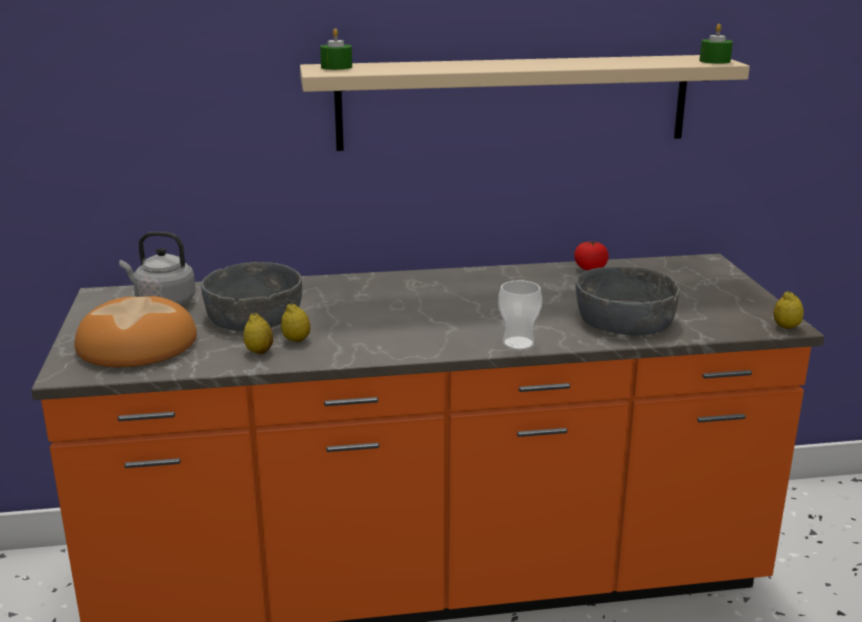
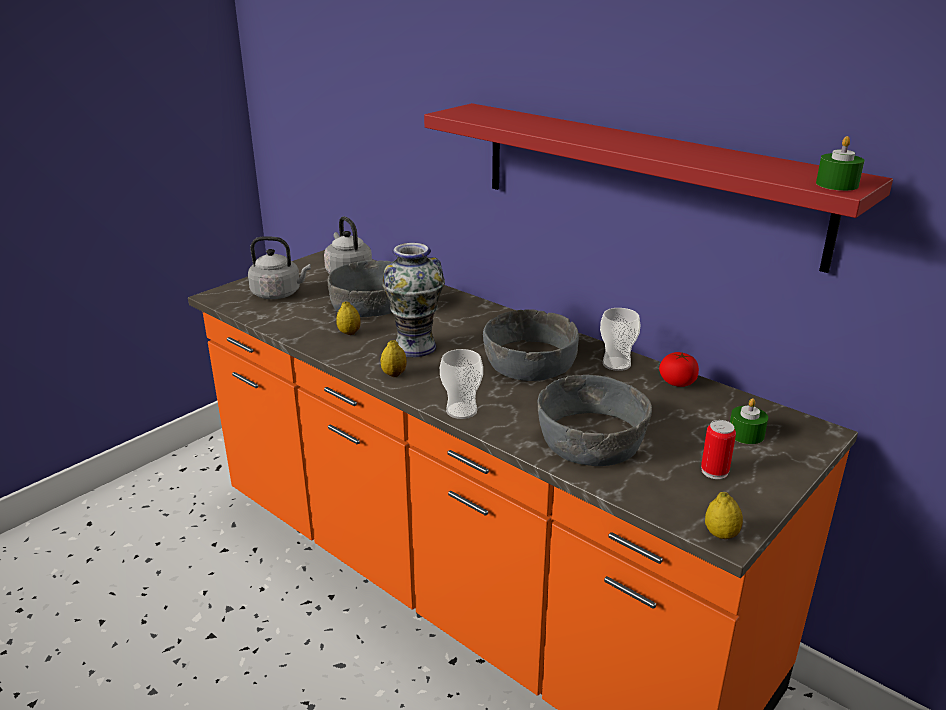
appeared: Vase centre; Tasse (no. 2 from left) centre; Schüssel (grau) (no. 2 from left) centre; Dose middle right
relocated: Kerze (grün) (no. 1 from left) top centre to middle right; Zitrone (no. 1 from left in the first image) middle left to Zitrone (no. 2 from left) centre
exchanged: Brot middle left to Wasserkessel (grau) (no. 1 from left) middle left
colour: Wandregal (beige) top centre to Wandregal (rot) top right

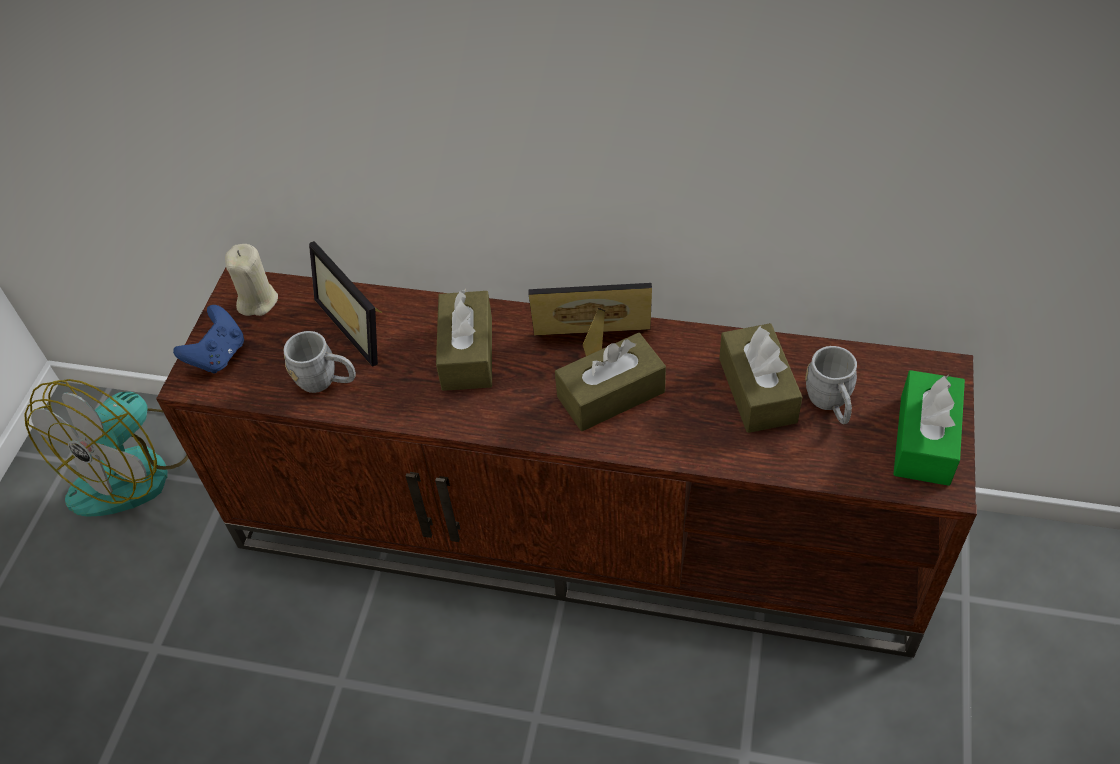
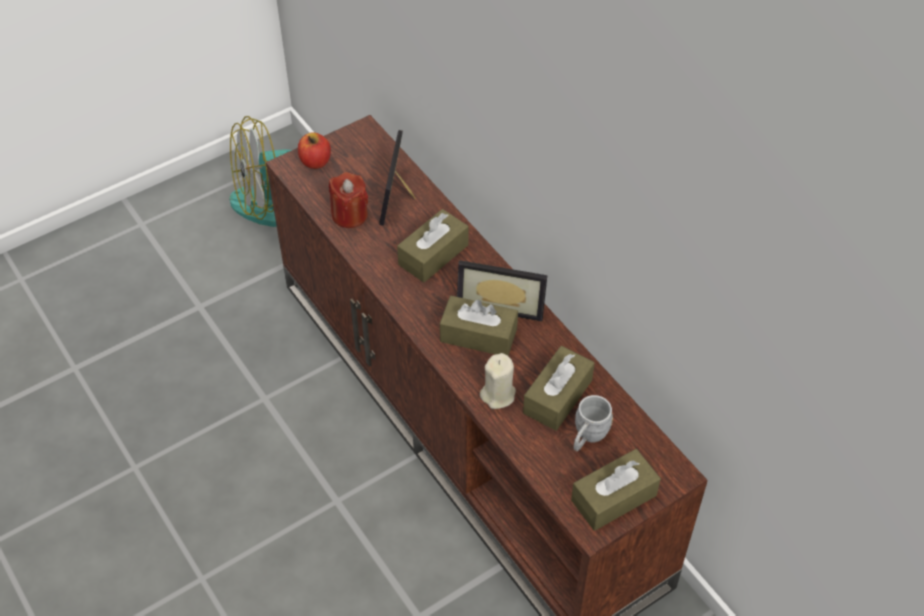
relocated: Kerze (beige) middle left to centre
exchanged: Gamepad (blau) middle left to Apfel top centre; Henkelbecher (grau) (no. 1 from left) middle left to Kerze (rot) top centre
colour: Taschentuchbox (grün) middle right to Taschentuchbox (braun) (no. 4 from left) bottom right
spun: Bilderrahmen (no. 2 from left) centre = centre 150 degrees clockwise

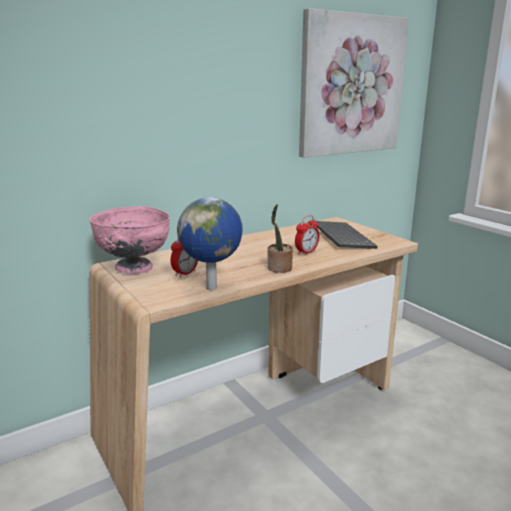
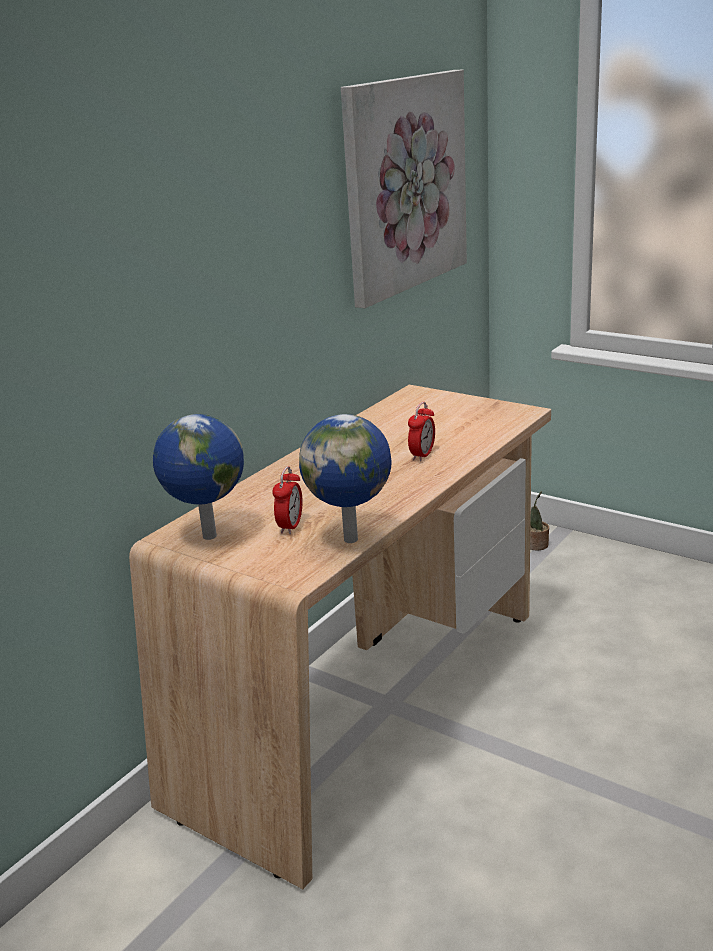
missing: Tastatur middle right
relocated: Topfpflanze centre to middle right
exchanged: Schüssel (rosa) middle left to Globus (no. 1 from left) middle left

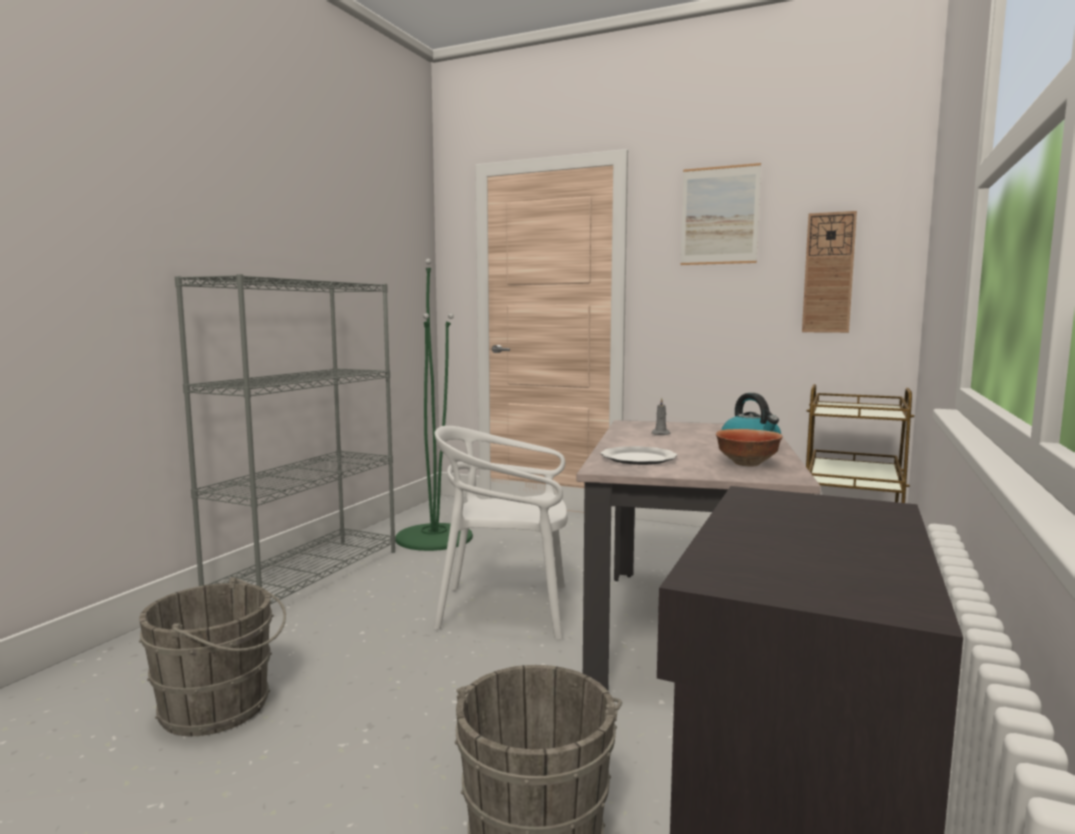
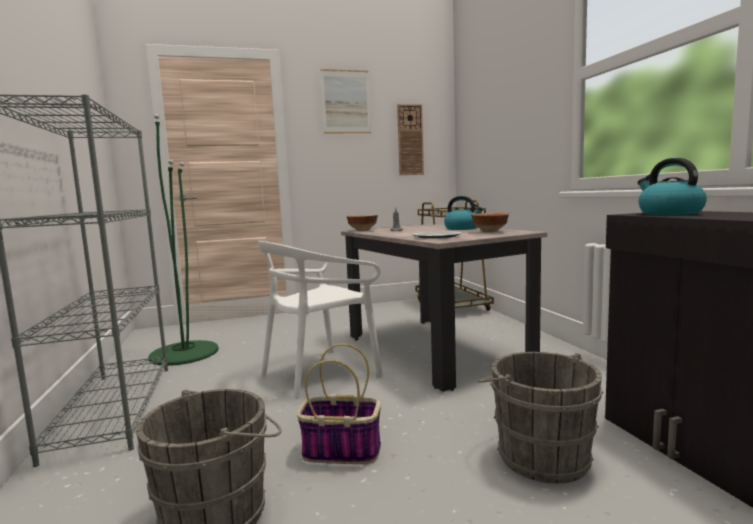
appeared: Wasserkessel (no. 2 from left) middle right; Schüssel (no. 1 from left) centre; Korb bottom centre

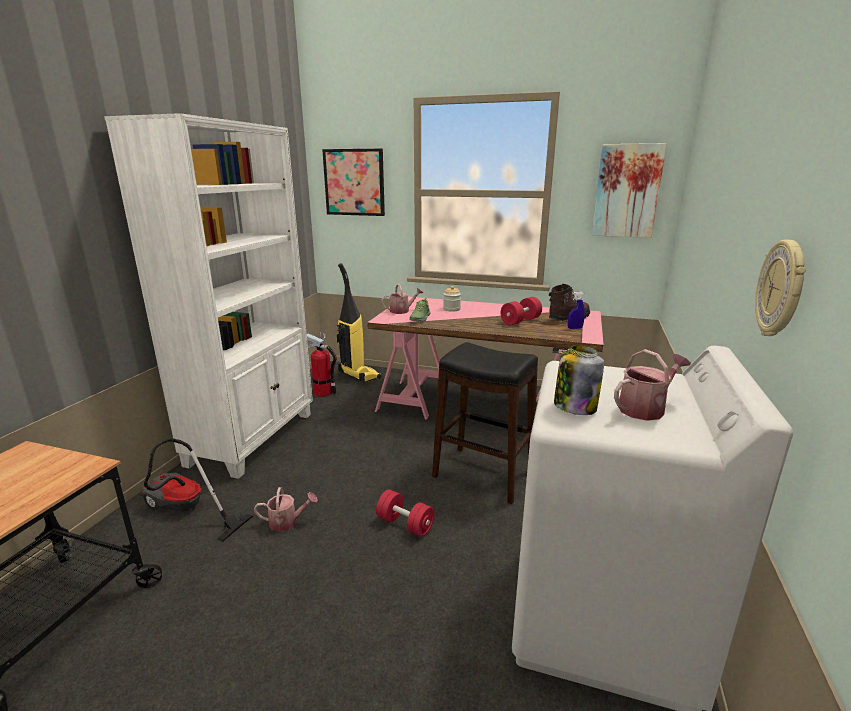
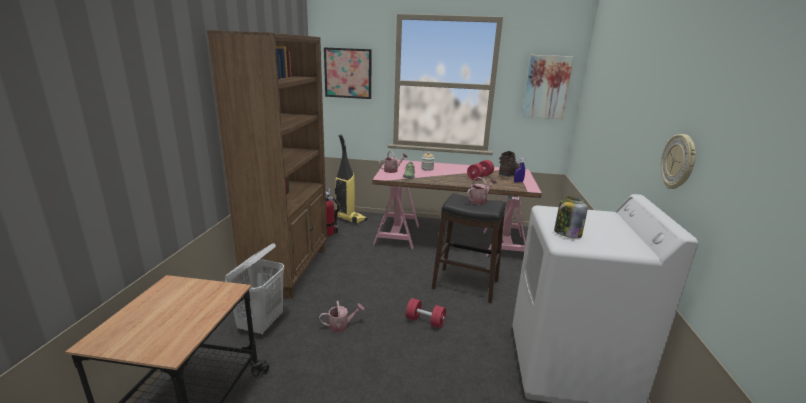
relocated: Gießkanne (no. 3 from left) middle right to centre
exchanged: Staubsauger (no. 1 from left) bottom left to Wäschekorb (weiß) bottom left
colour: Bücherregal (weiß) middle left to Bücherregal (braun) middle left

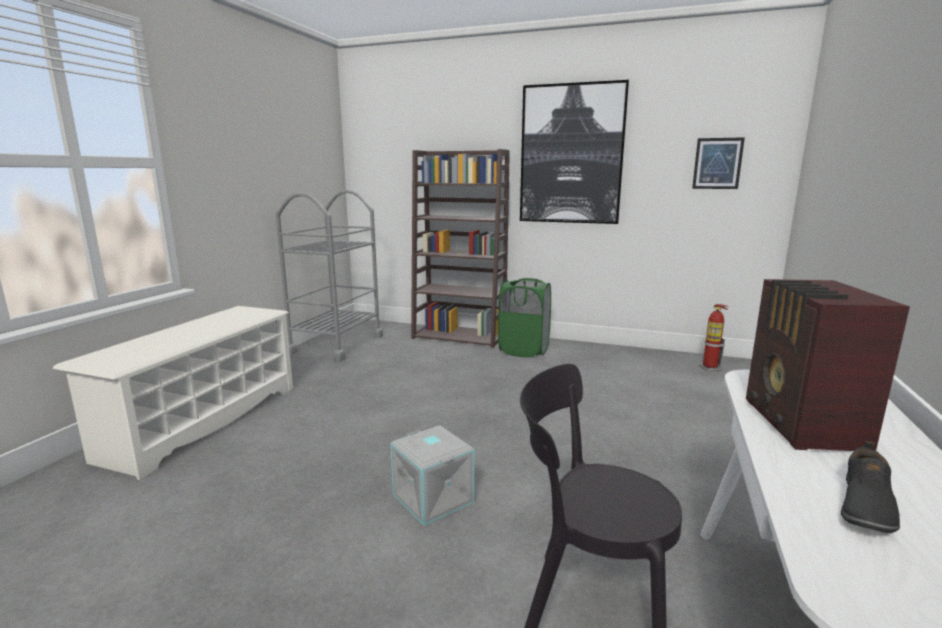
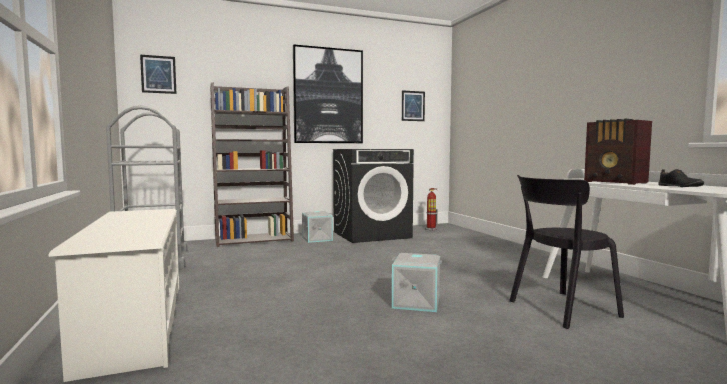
appeared: Bild (no. 1 from left) top left; Waschmaschine (schwarz) centre
exchanged: Wäschekorb (grün) centre to Aufbewahrungsbox (grau) (no. 1 from left) centre

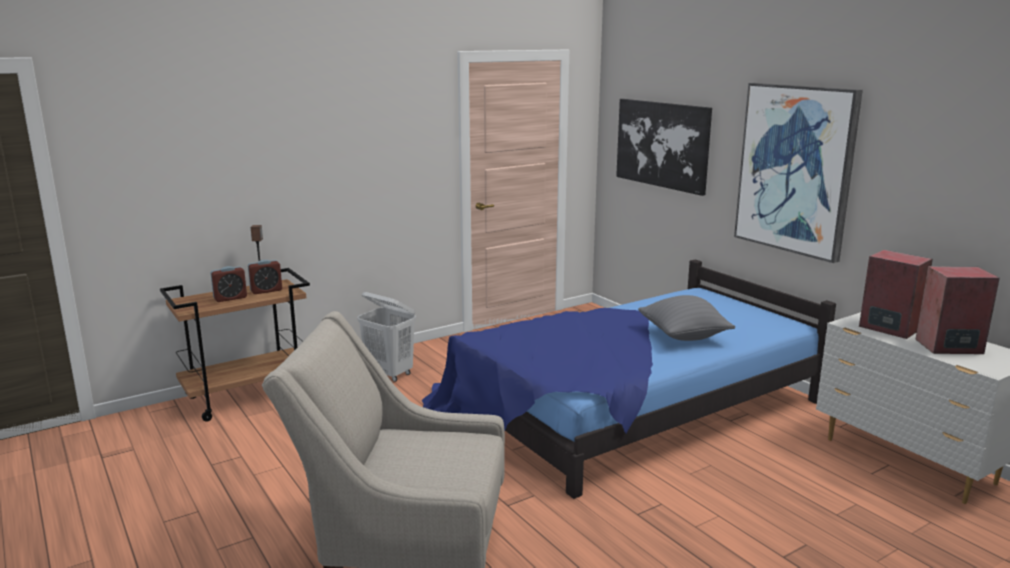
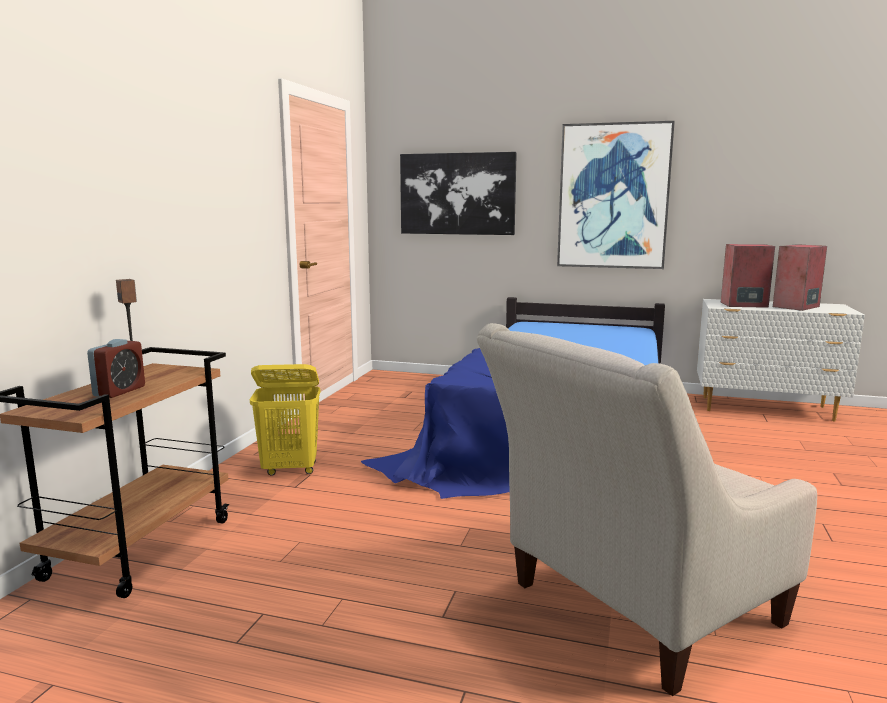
missing: Wecker (no. 2 from left) middle left; Kissen (grau) middle right
colour: Wäschekorb (weiß) centre to Wäschekorb (gelb) middle left

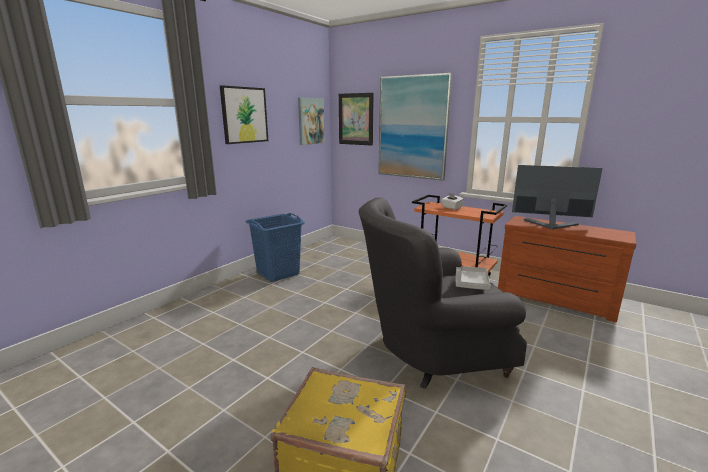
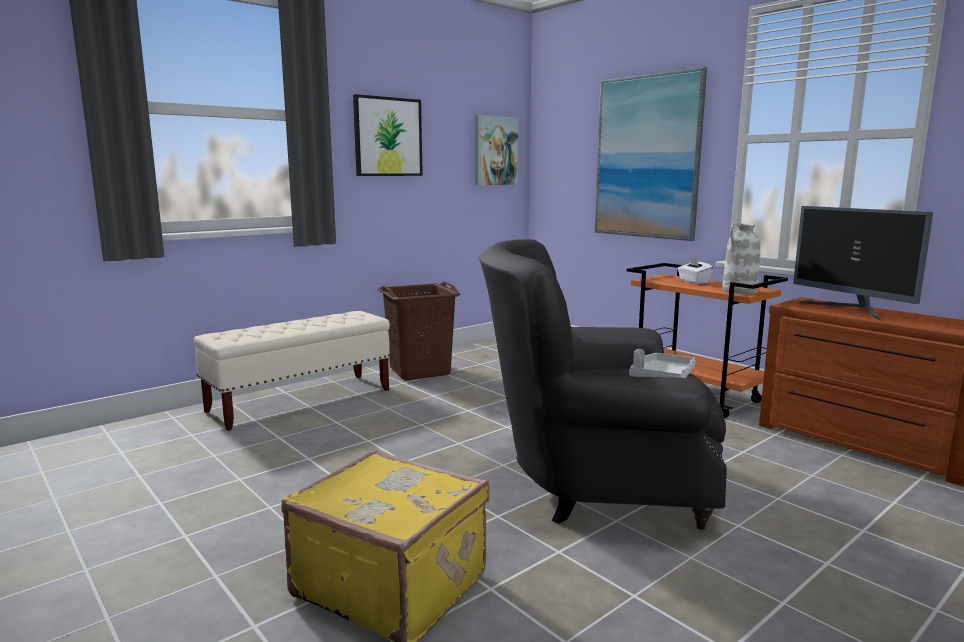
missing: Bild (no. 3 from left) top centre
appeared: Vase (weiß) middle right; Bank (beige) middle left
colour: Wäschekorb (blau) centre to Wäschekorb (braun) centre
spun: Monitor middle right = middle right 150 degrees counterclockwise

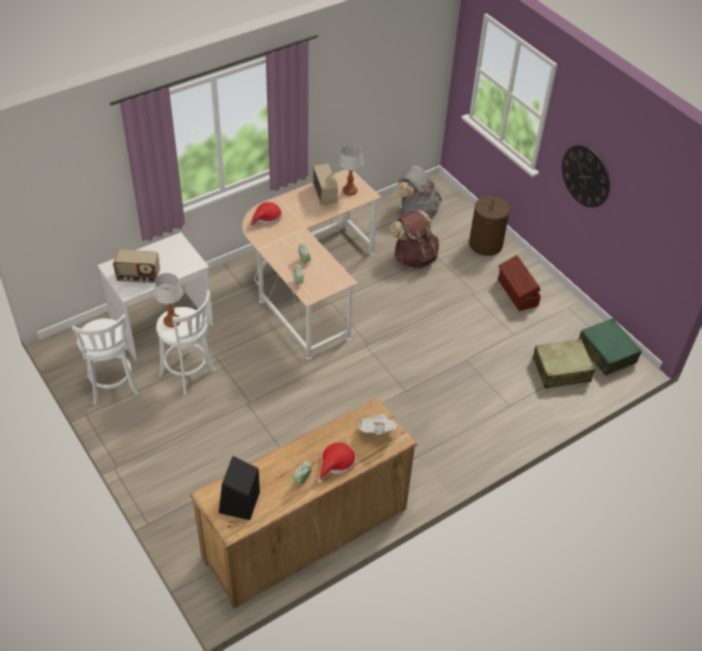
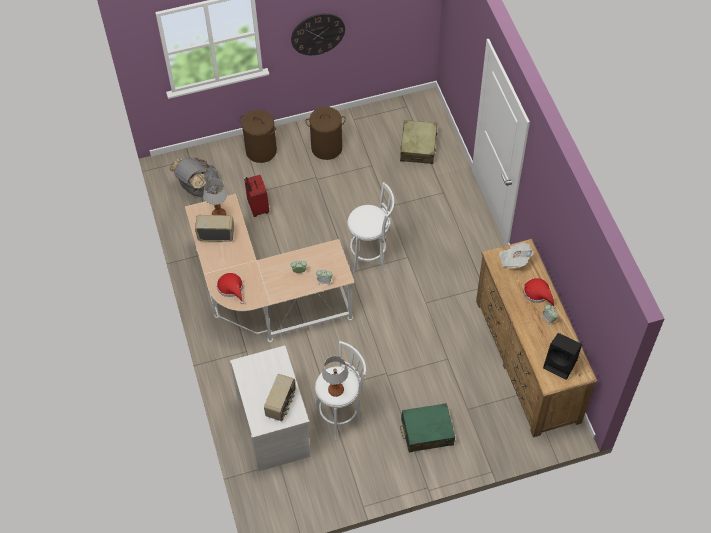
relocated: Hocker (weiß) (no. 1 from left in the first image) middle left to Hocker (weiß) (no. 2 from left) centre; Koffer (grün) middle right to bottom centre
exchanged: Rucksack (braun) centre to Koffer (rot) centre; Aufbewahrungsbox (braun) middle right to Wäschekorb (braun) (no. 2 from left) top centre

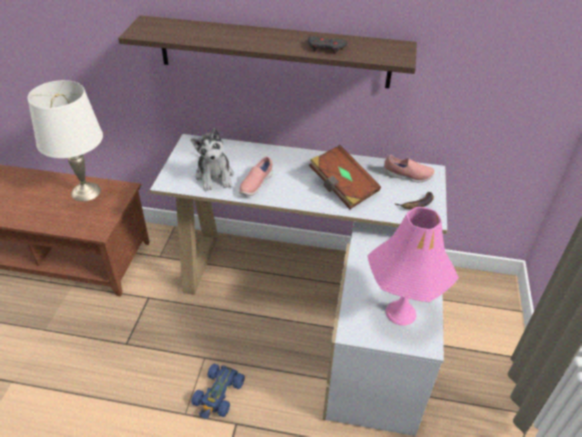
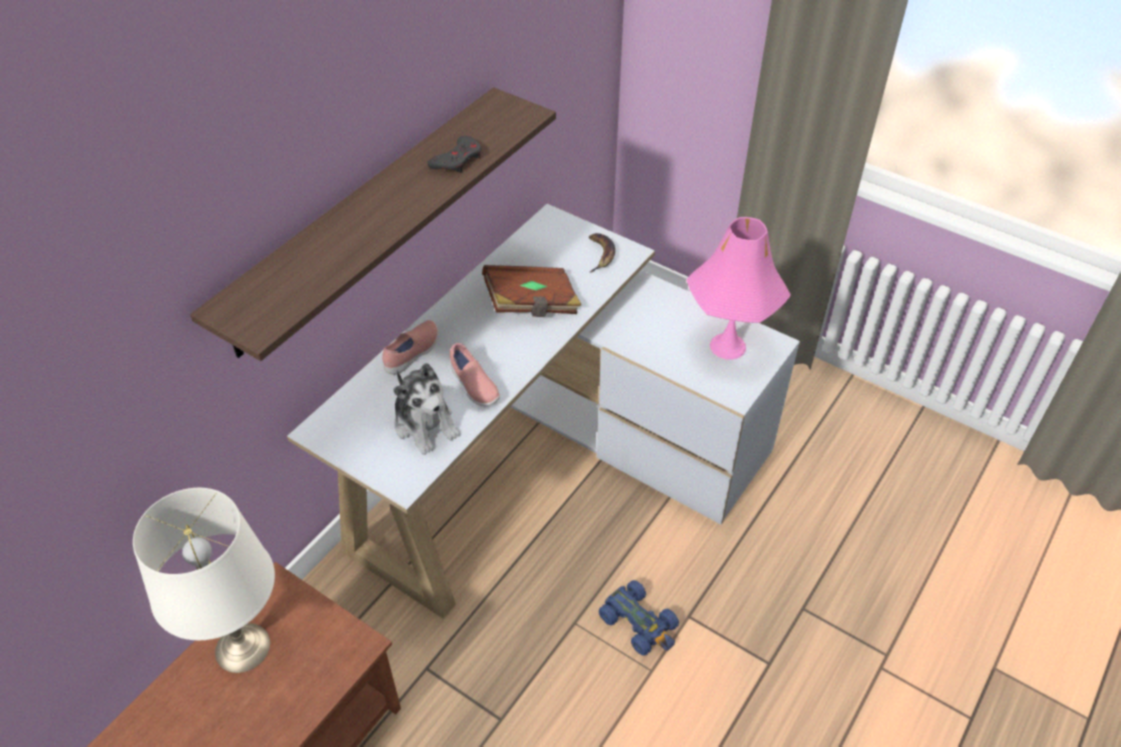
relocated: Schuh (rosa) (no. 2 from left in the first image) middle right to Schuh (rosa) (no. 1 from left) centre
spun: Plüschtier centre = centre 45 degrees clockwise

